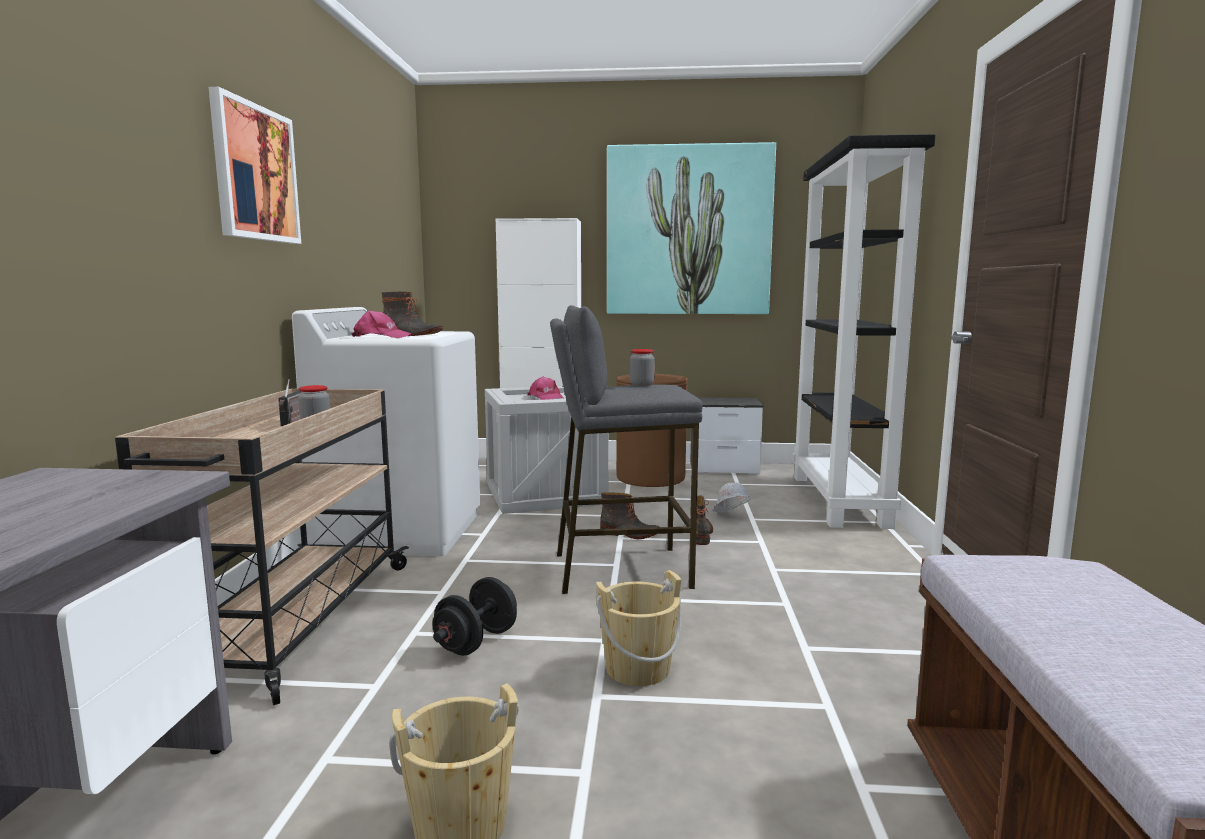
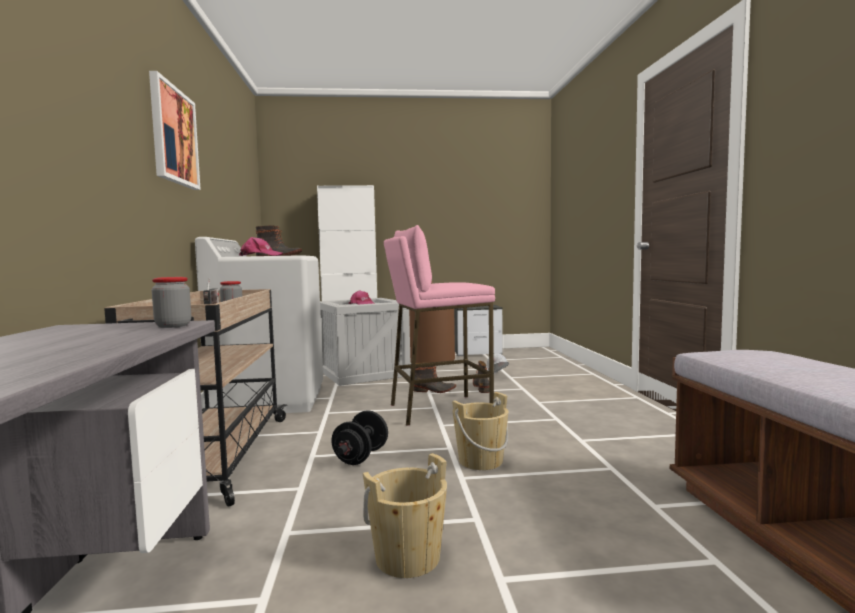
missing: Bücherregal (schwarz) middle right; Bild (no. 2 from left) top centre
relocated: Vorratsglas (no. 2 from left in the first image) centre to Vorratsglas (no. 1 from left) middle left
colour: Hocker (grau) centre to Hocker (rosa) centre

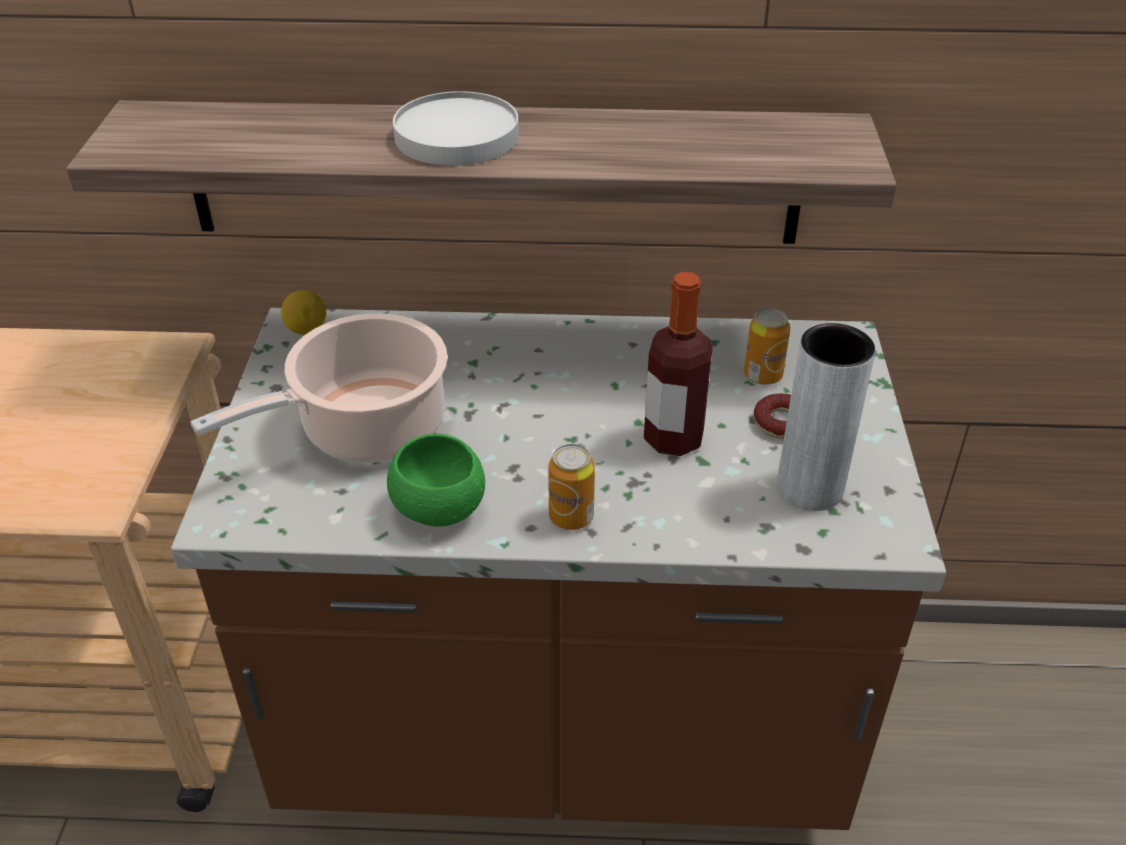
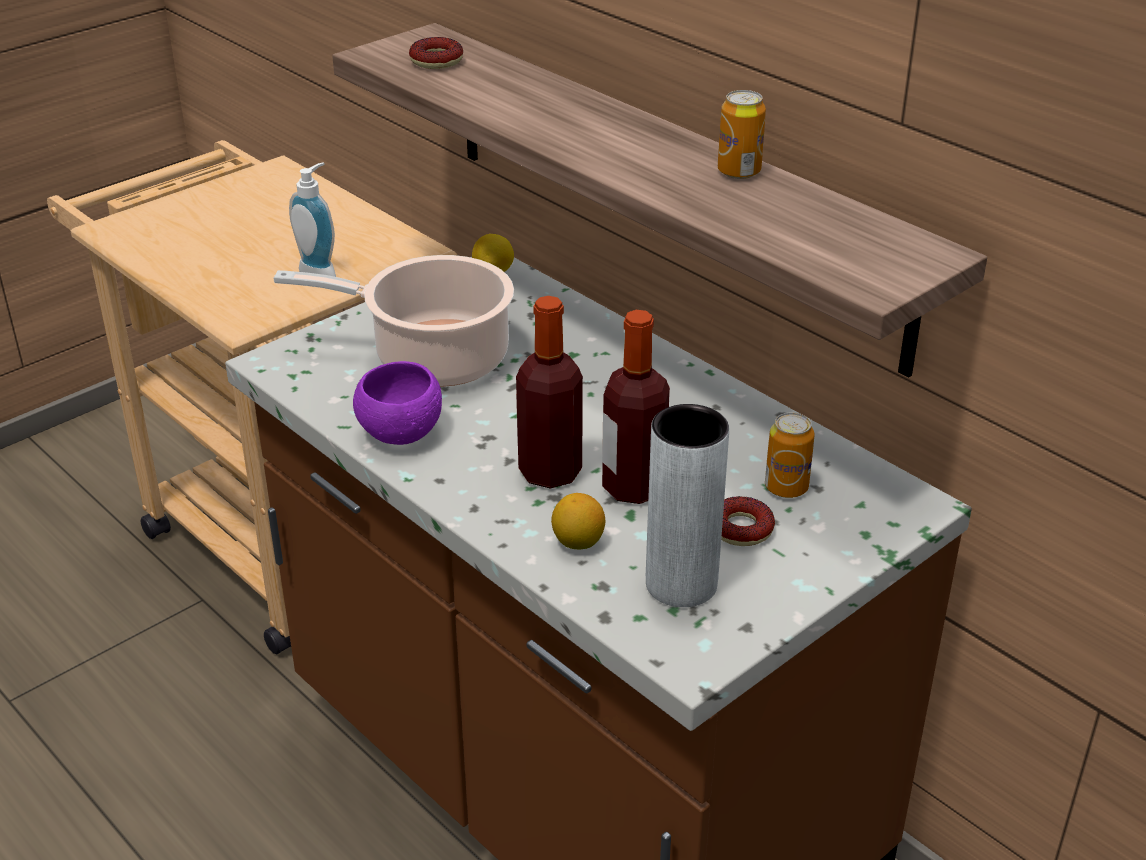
missing: Teller (weiß) top centre
appeared: Donut (no. 1 from left) top centre; Seifenspender top left; Flasche (no. 1 from left) centre; Zitrone (no. 2 from left) centre
relocated: Dose (no. 1 from left) centre to top centre
colour: Schüssel (grün) centre to Schüssel (lila) centre

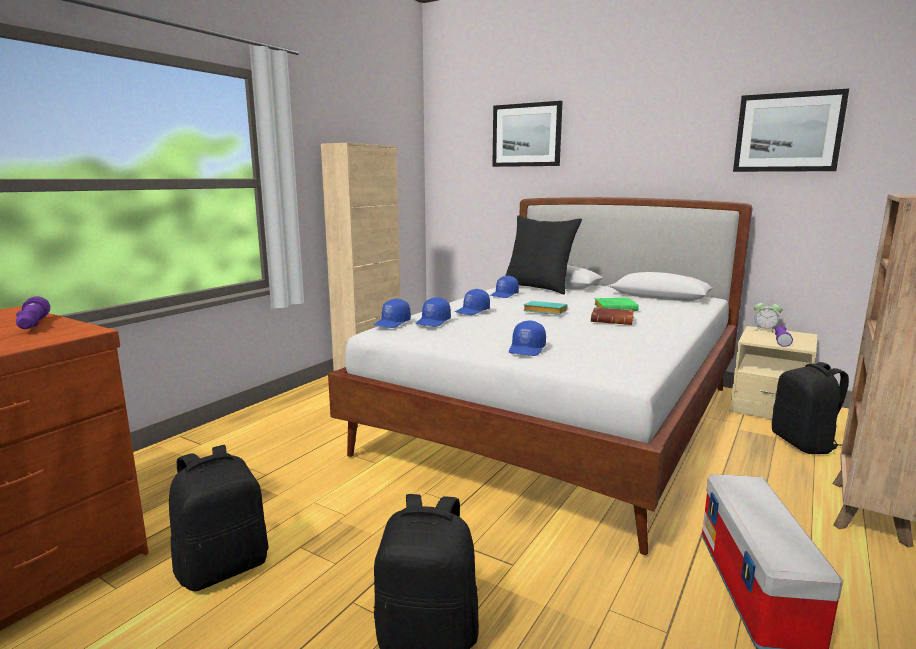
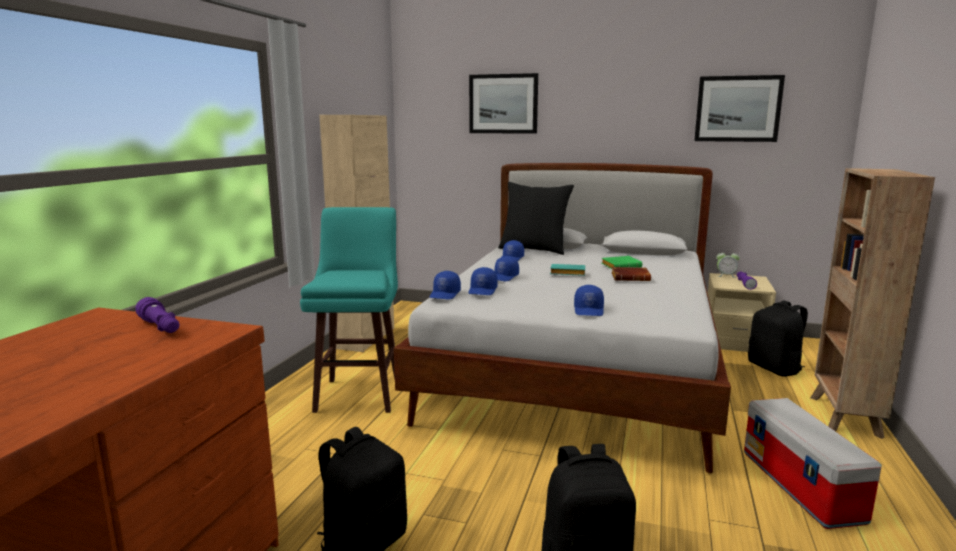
appeared: Hocker (türkis) centre

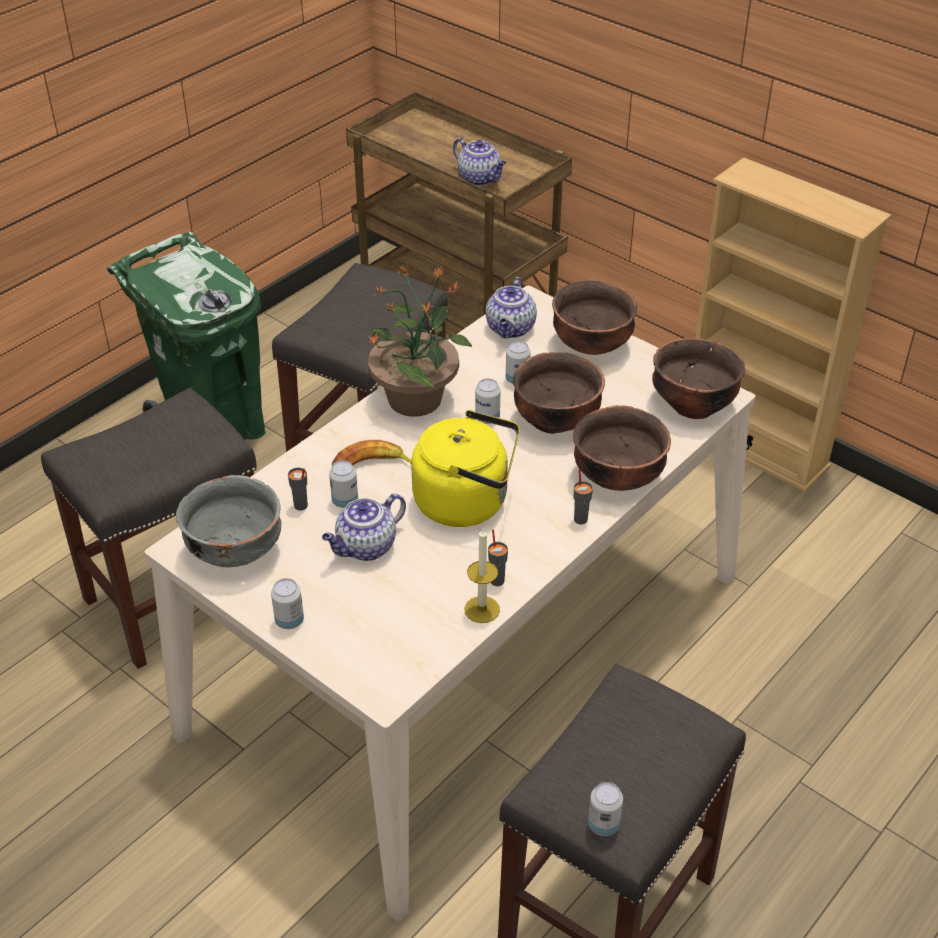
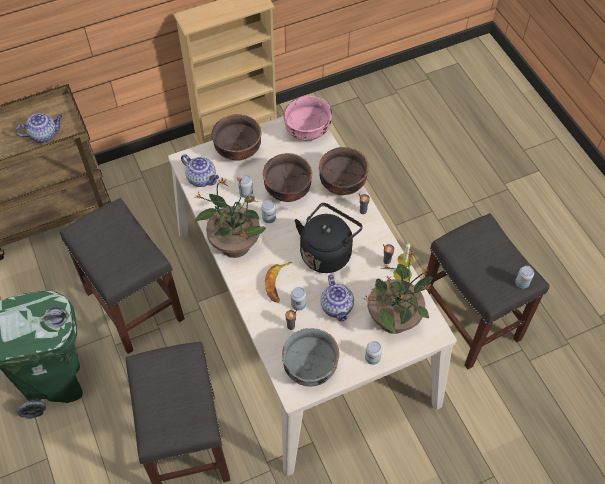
appeared: Topfpflanze (no. 2 from left) centre
colour: Schüssel (braun) (no. 4 from left) middle right to Schüssel (rosa) top centre; Wasserkessel (gelb) centre to Wasserkessel (schwarz) centre

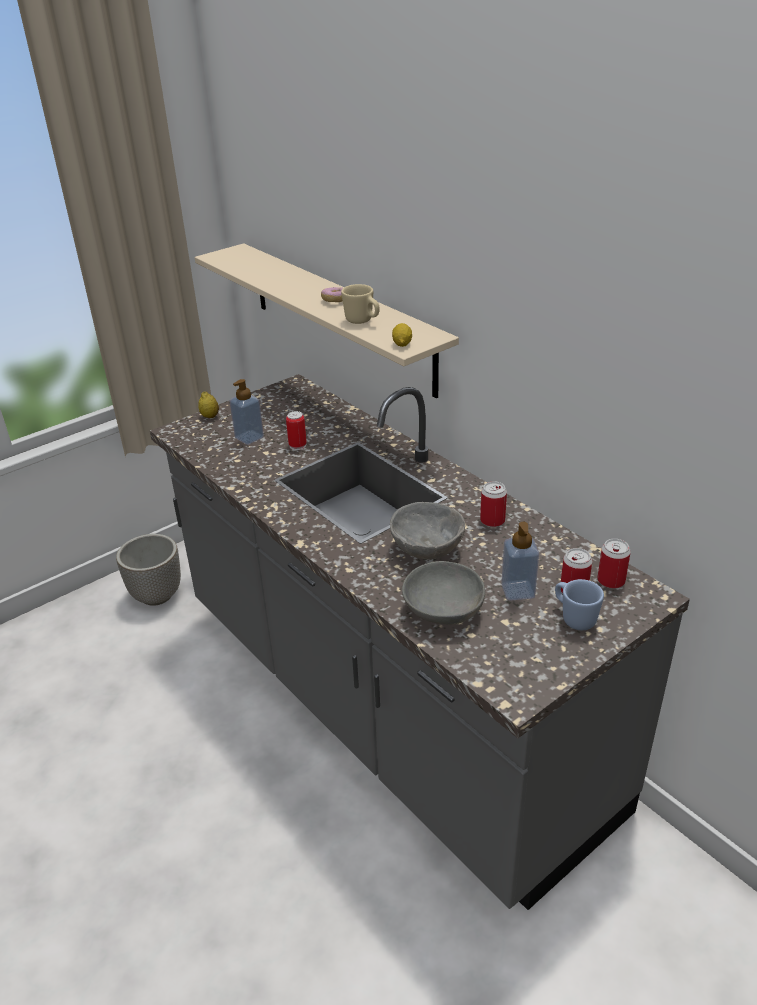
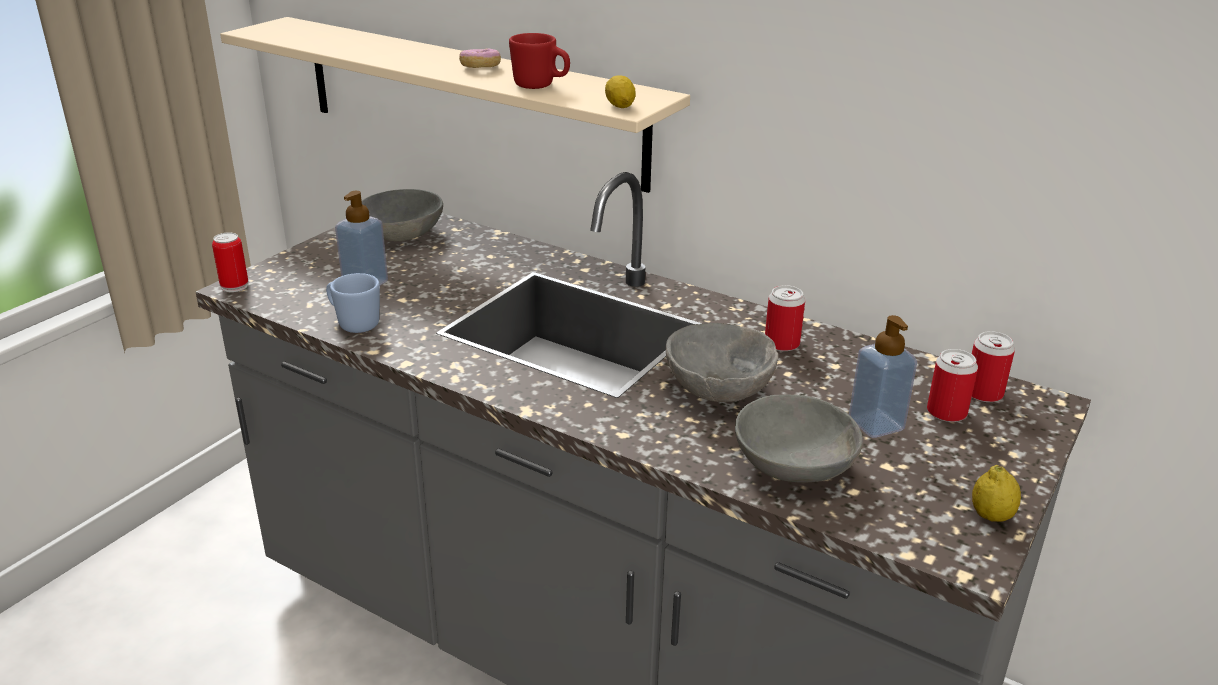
missing: Pflanzkübel middle left
appeared: Schüssel (grau) (no. 1 from left) top left
relocated: Zitrone (no. 1 from left in the first image) middle left to Zitrone (no. 2 from left) bottom right; Dose (no. 1 from left) centre to middle left; Henkelbecher (blau) middle right to middle left
colour: Henkelbecher (beige) top centre to Henkelbecher (rot) top centre

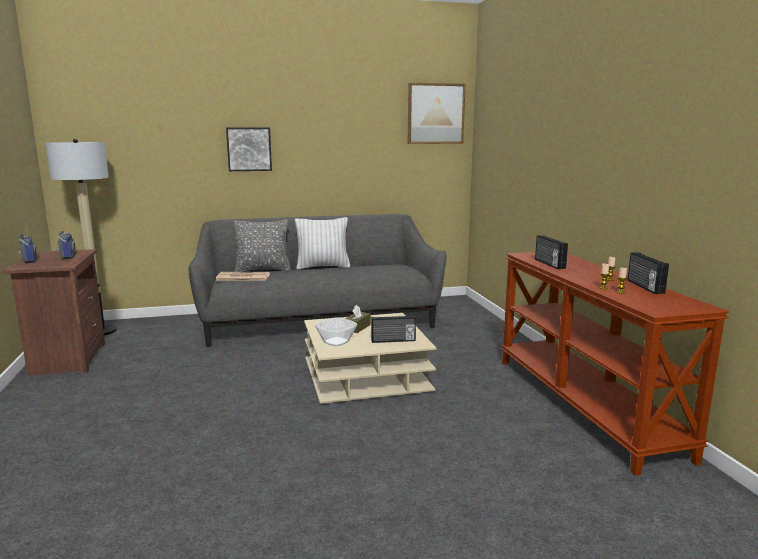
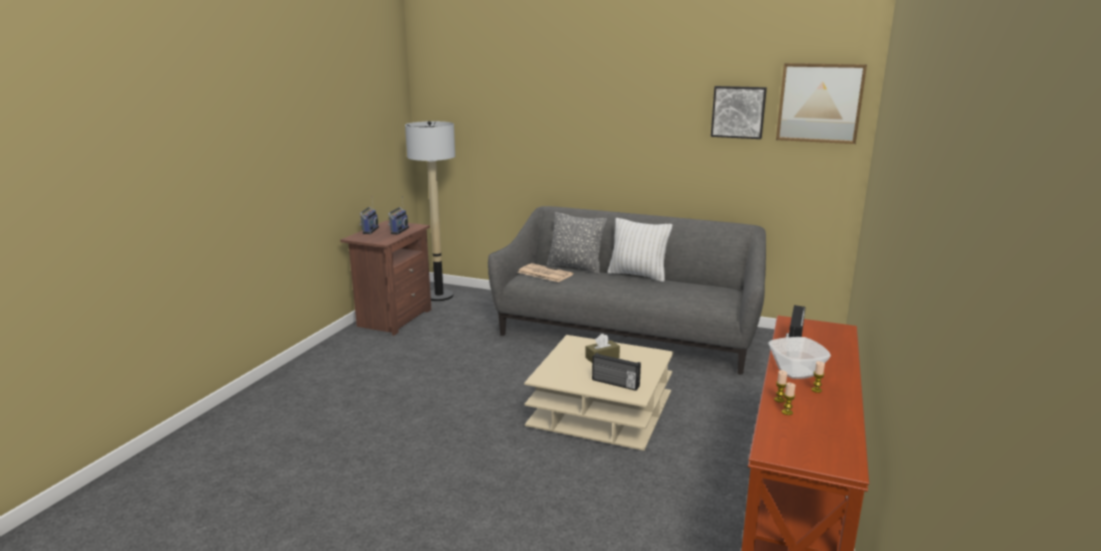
missing: Radio (no. 5 from left) middle right
relocated: Bild (no. 1 from left) top left to top right; Schüssel centre to middle right

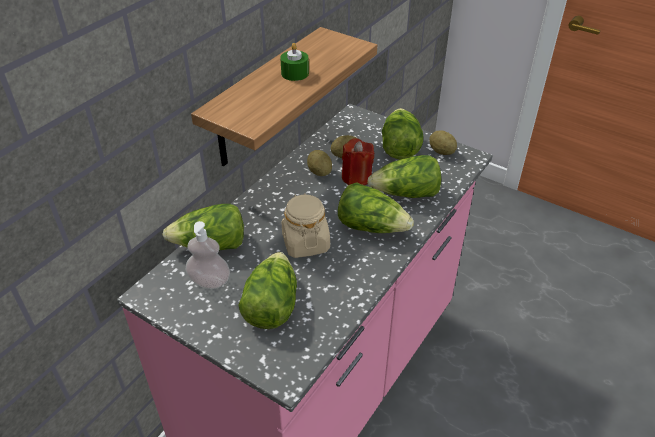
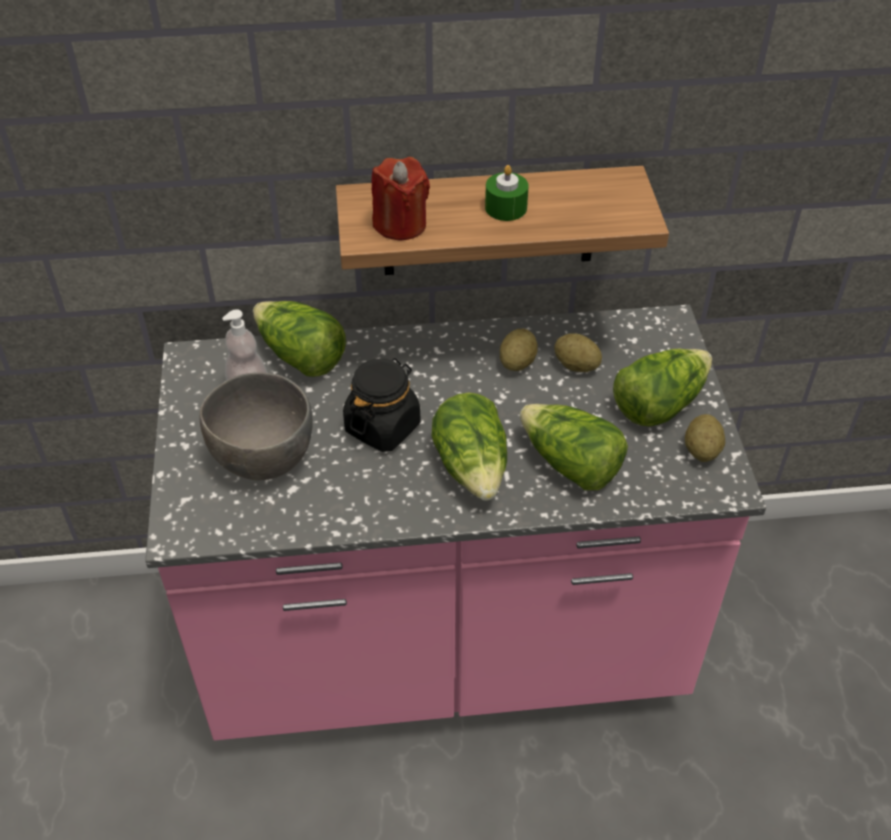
relocated: Kerze (rot) centre to top centre
exchanged: Salatkopf (no. 2 from left) centre to Schüssel (grau) middle left
colour: Vorratsglas (beige) centre to Vorratsglas (schwarz) centre

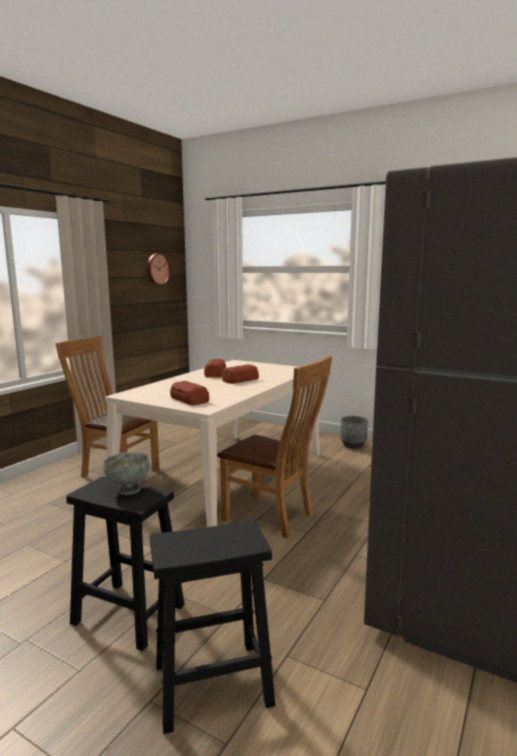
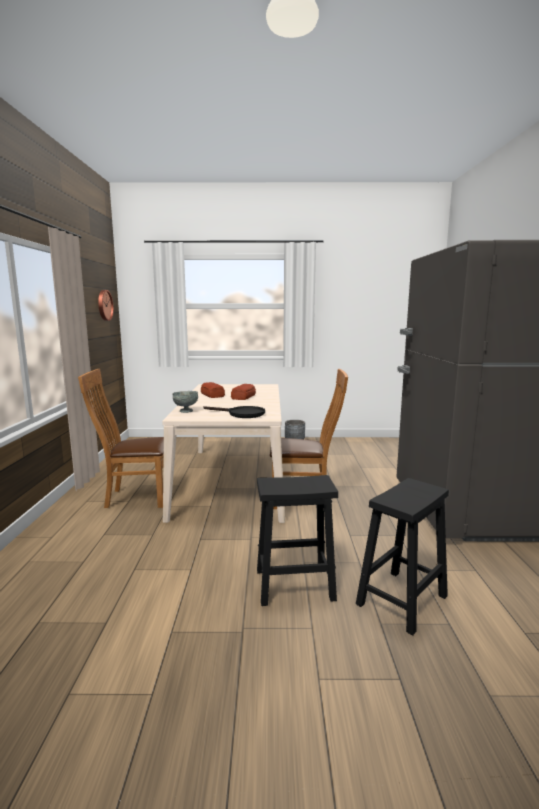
relocated: Schüssel (grau) middle left to centre
exchanged: Brot (no. 1 from left) centre to Pfanne (schwarz) centre

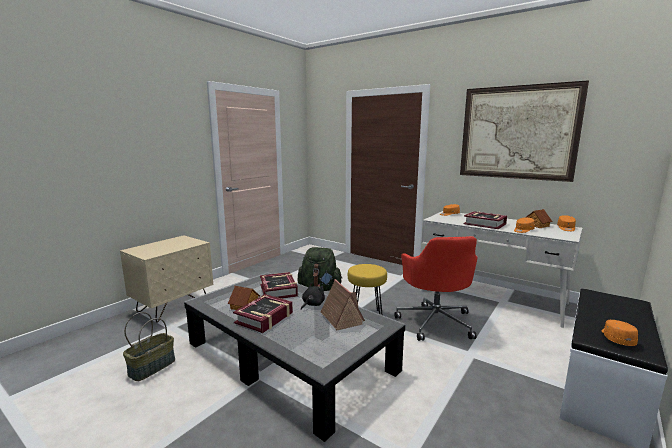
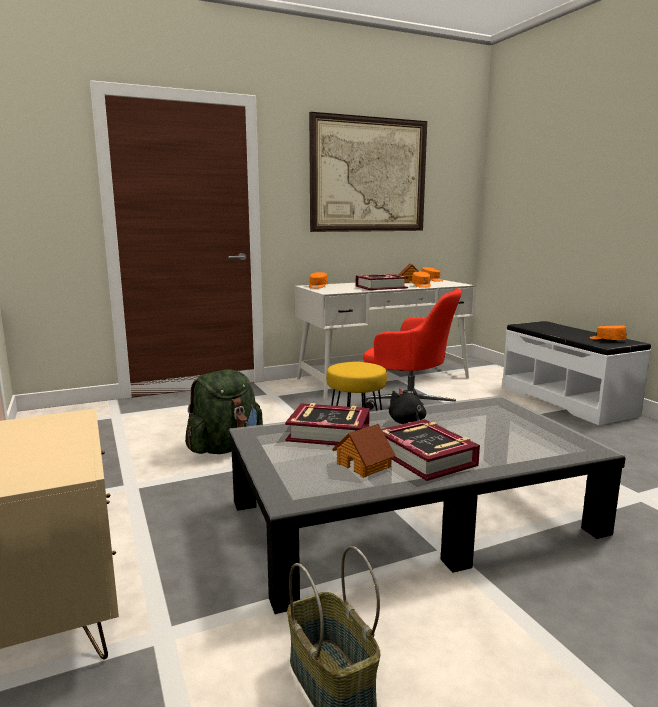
missing: Spielzeughaus (no. 2 from left) bottom centre

